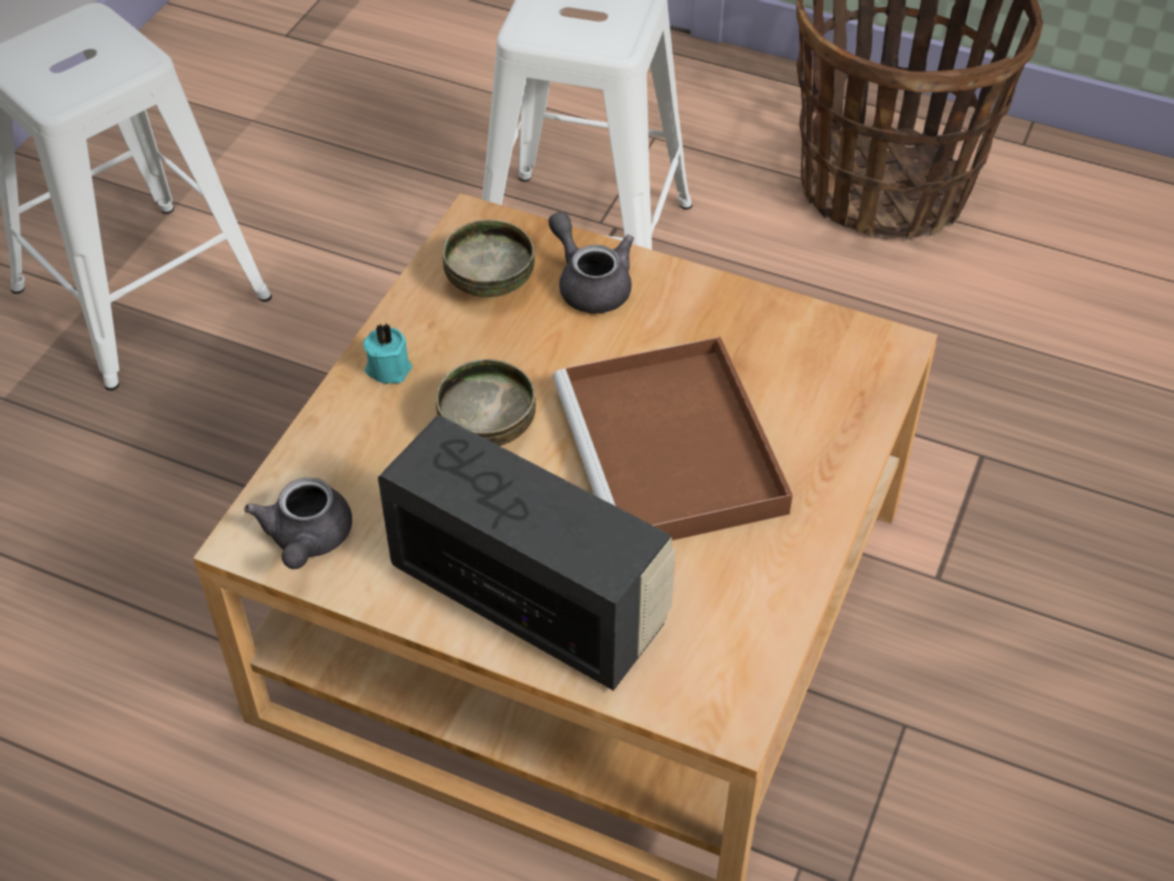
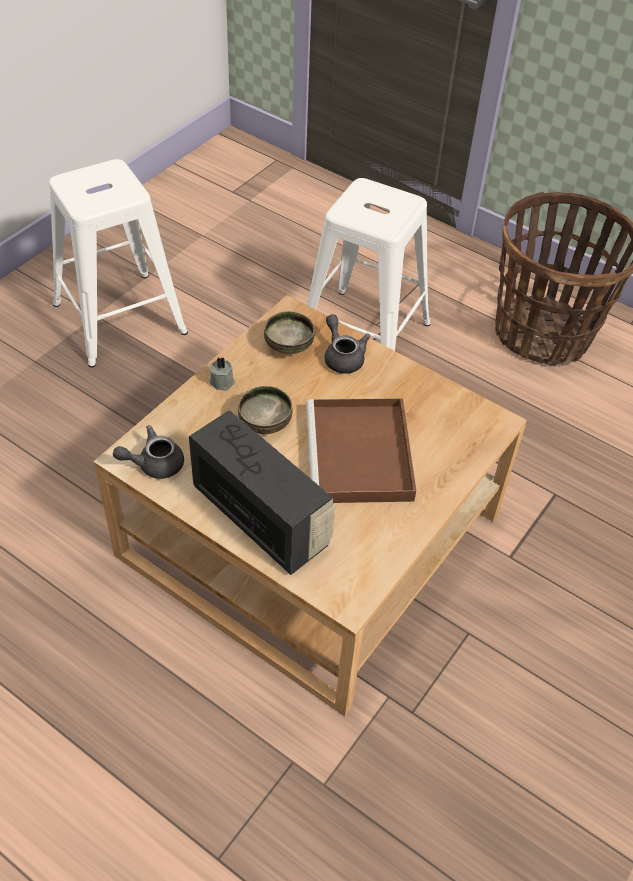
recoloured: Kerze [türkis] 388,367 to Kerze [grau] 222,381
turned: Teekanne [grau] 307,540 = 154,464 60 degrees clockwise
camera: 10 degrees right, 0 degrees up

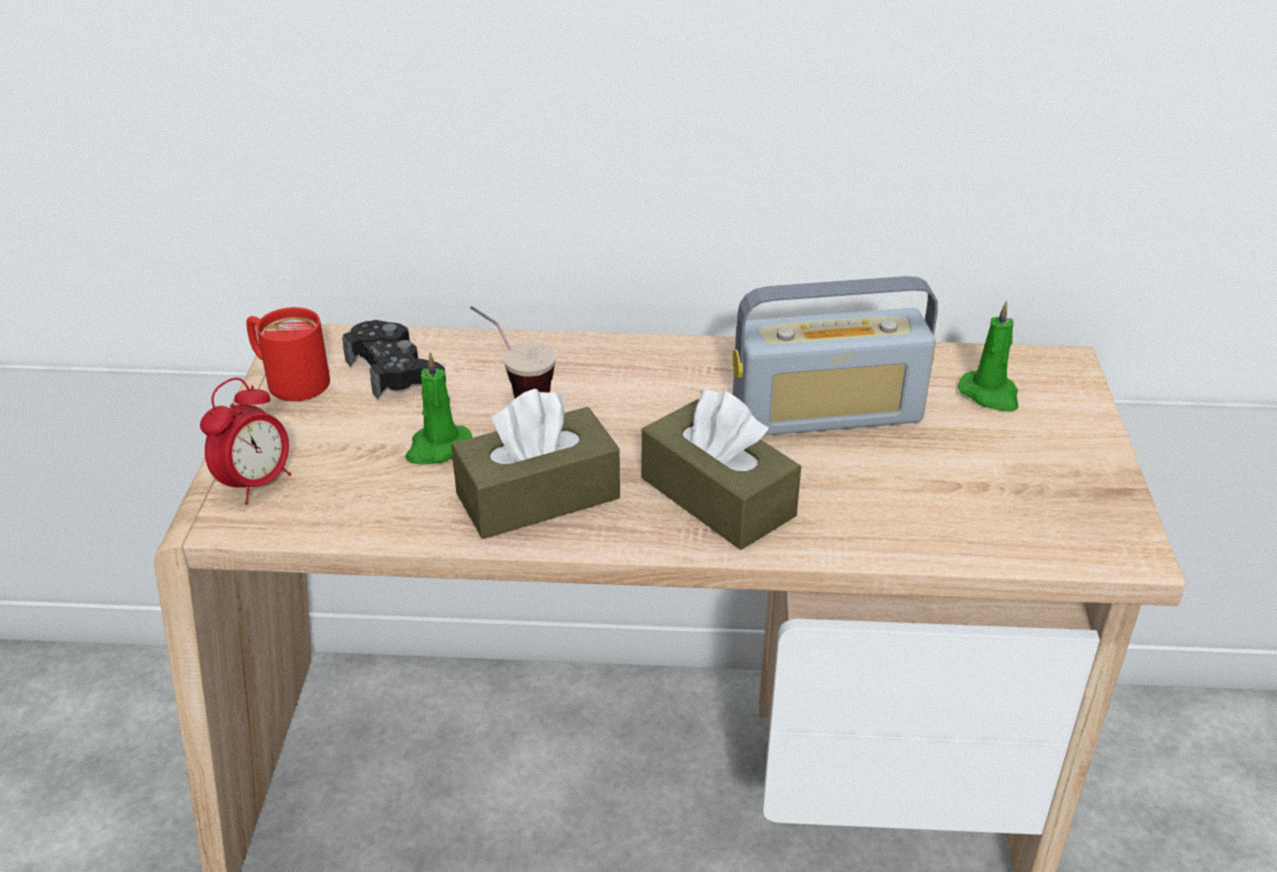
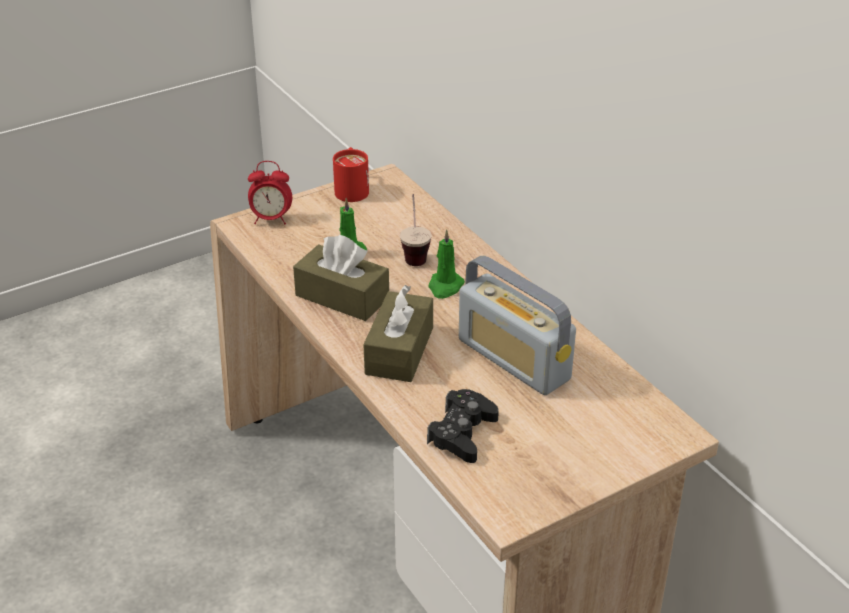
moved: Gamepad [schwarz] 394,370 to 462,433; Kerze [grün] 990,395 to 445,287
camera: 55 degrees right, 0 degrees up

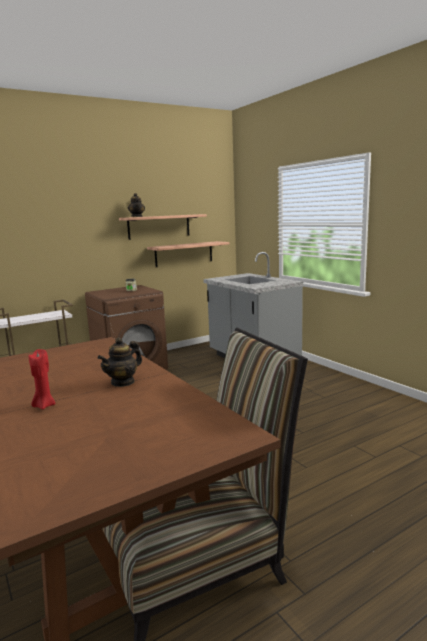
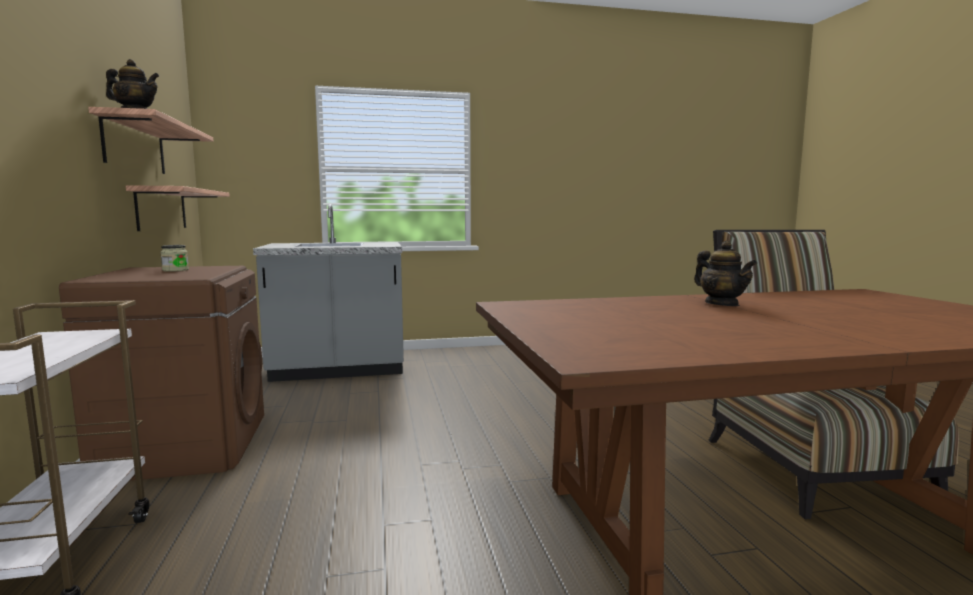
removed: Kerze [rot] 44,405
camera: 70 degrees left, 5 degrees down

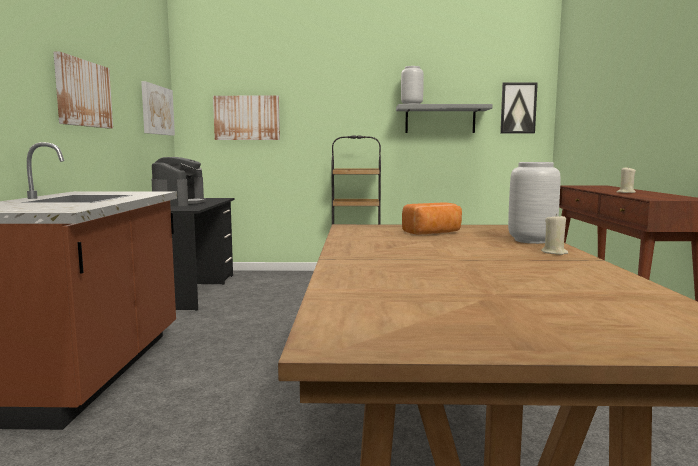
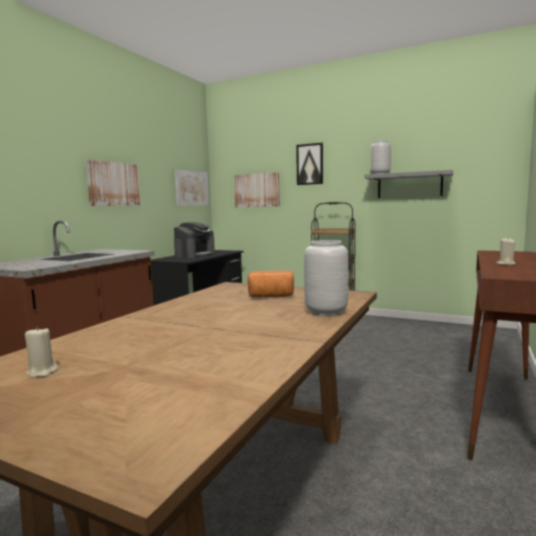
moved: Bild 518,108 to 310,164; Kerze [beige] 554,252 to 42,372
camera: 25 degrees right, 0 degrees up

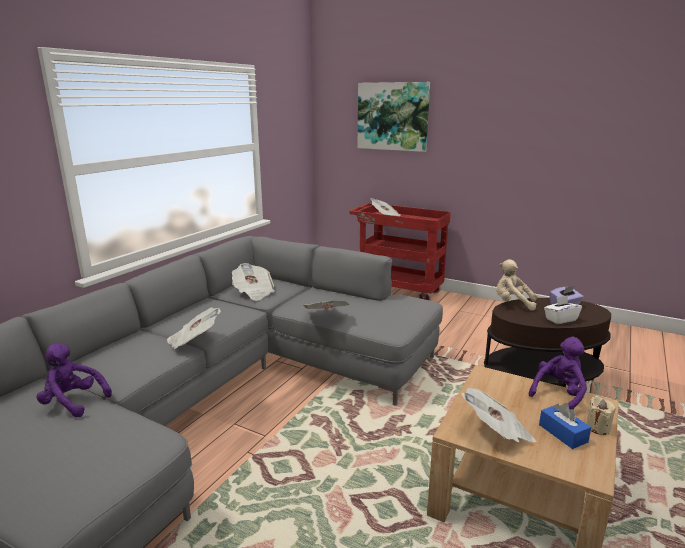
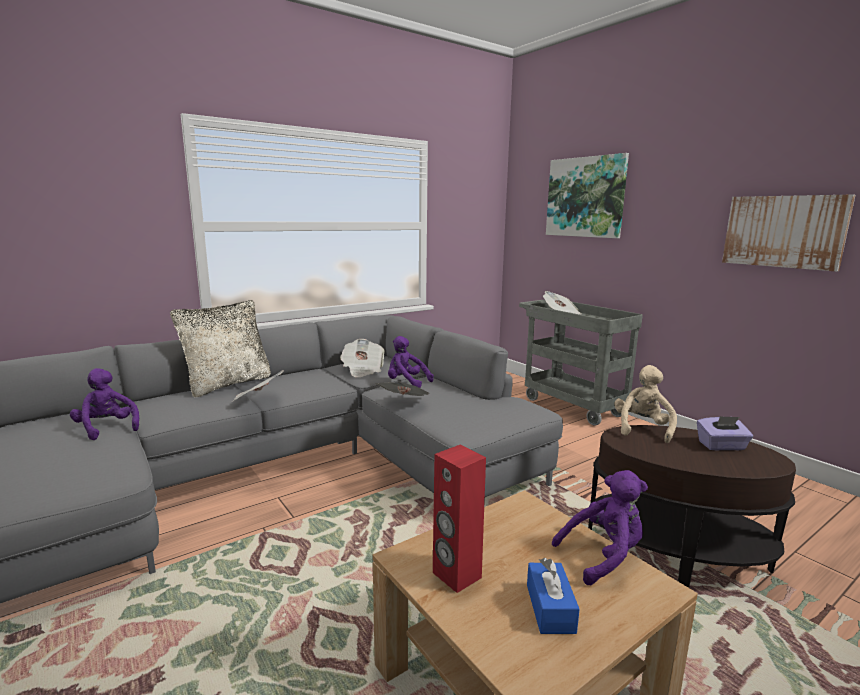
removed: Taschentuchbox [weiß] 560,319; Kerze [beige] 598,427
added: Kissen [beige] 229,385; Plüschtier [lila] 406,383; Bild 783,231
replaced: Zeitung 496,432 to Lautsprecher [rot] 456,575
recoloured: Rollwagen [rot] 396,291 to Rollwagen [grau] 569,406
turned: Plüschtier [beige] 512,303 = 642,428 60 degrees clockwise
camera: 25 degrees right, 5 degrees down

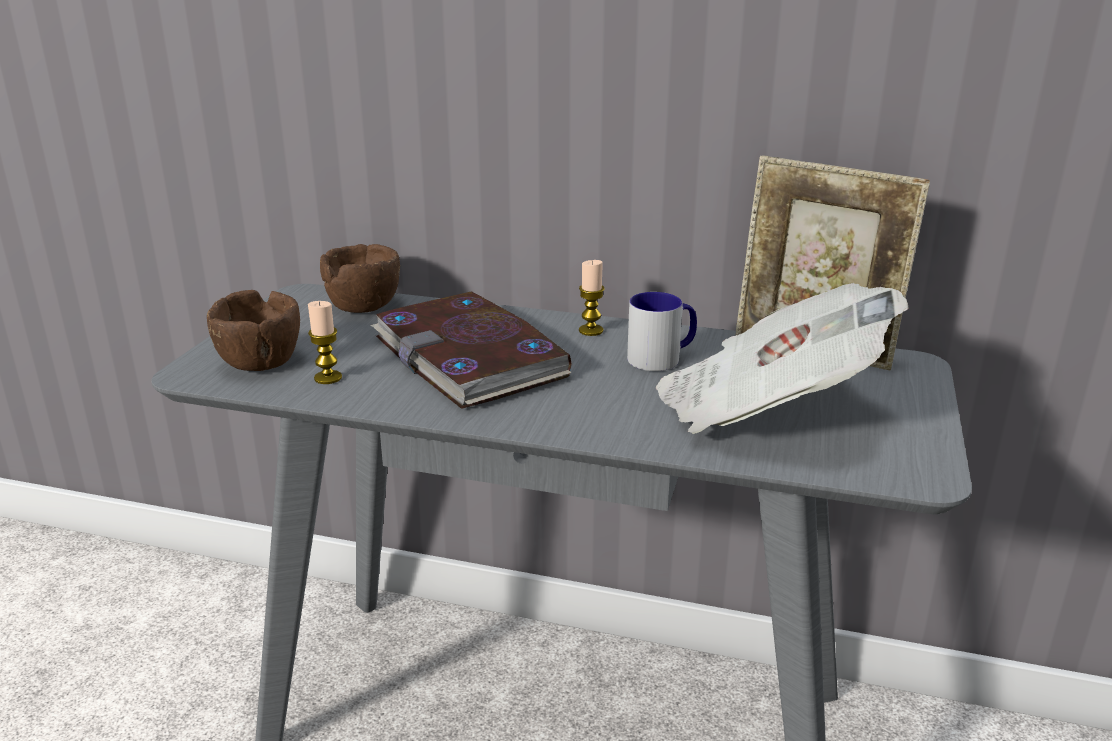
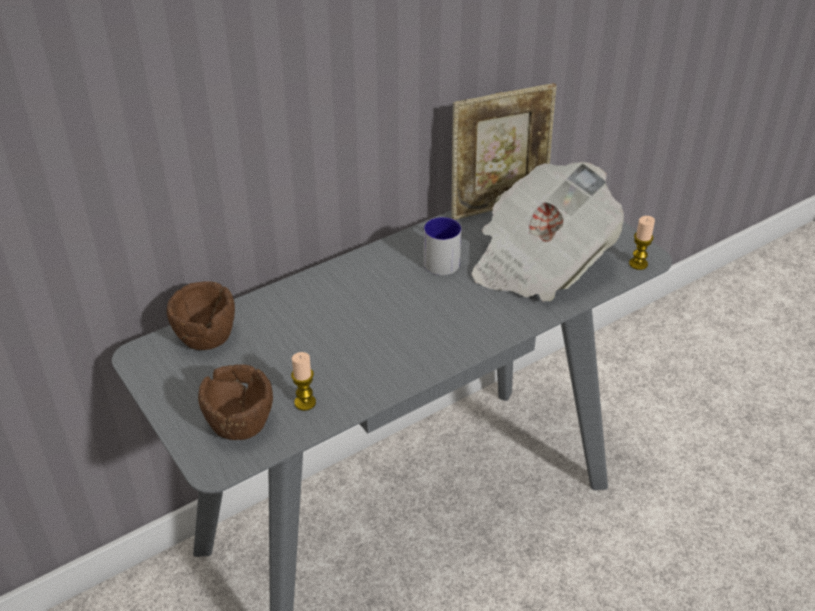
removed: Buch 470,357
moved: Kerze 591,330 to 638,264
camera: 50 degrees left, 15 degrees up

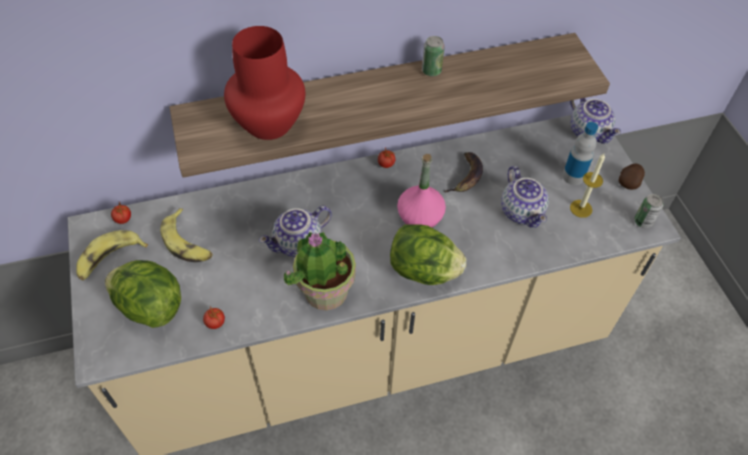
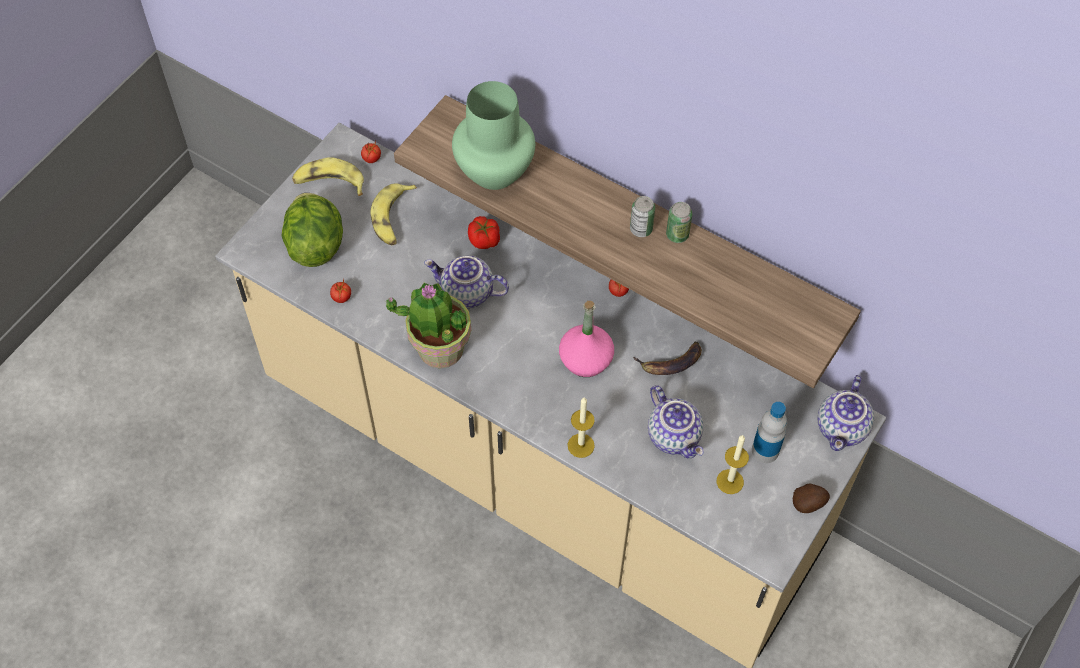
removed: Salatkopf 424,271
added: Tomate 484,240; Kerze 581,445
moved: Dose 643,222 to 641,229
recoloured: Vase [rot] 267,123 to Vase [grün] 493,170
turned: Teekanne 522,212 = 675,436 60 degrees counterclockwise
camera: 50 degrees right, 5 degrees up

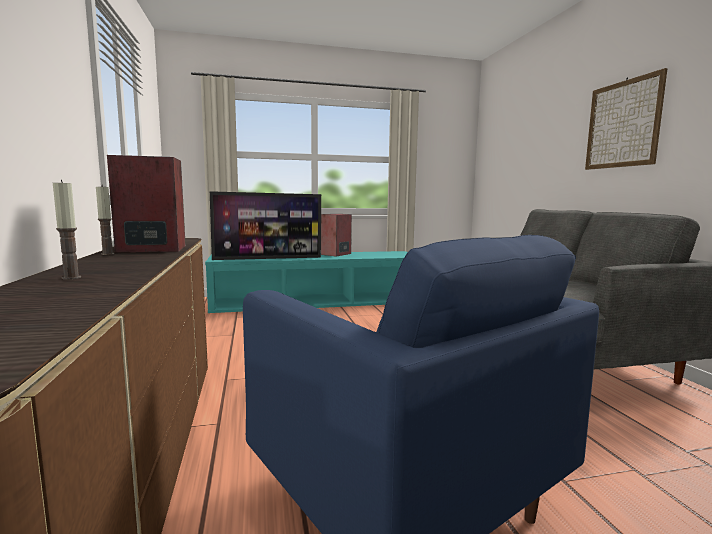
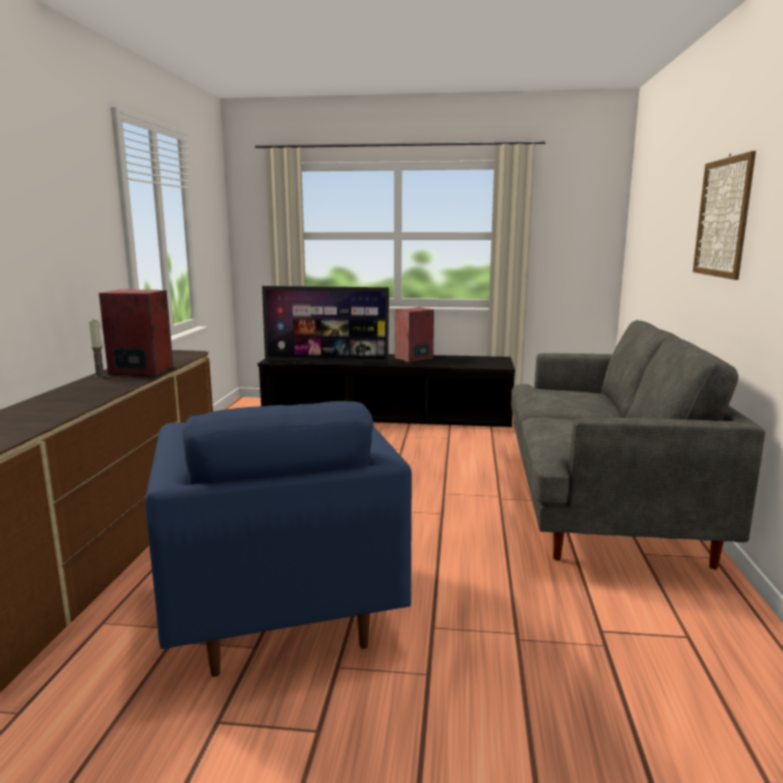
removed: Kerze 71,277
recoloured: Fernsehschrank [türkis] 316,301 to Fernsehschrank [schwarz] 387,414
camera: 20 degrees right, 5 degrees up

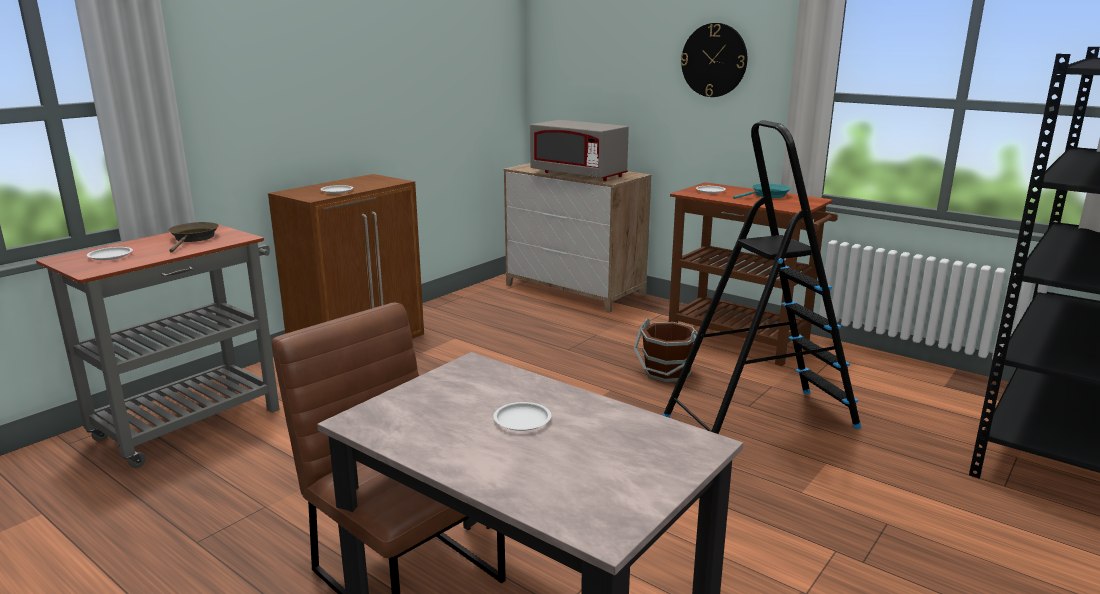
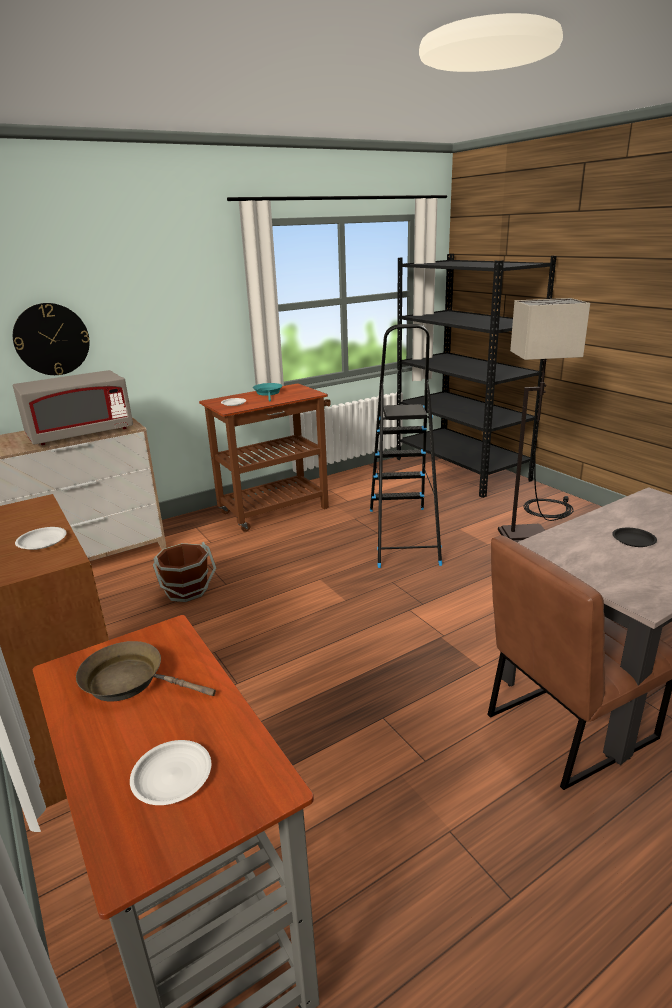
added: Stehlampe 538,522
moved: Eimer [braun] 667,372 to 187,590; Wanduhr 714,60 to 51,339
recoloured: Teller [weiß] 522,420 to Teller [schwarz] 634,540
camera: 70 degrees left, 5 degrees up

